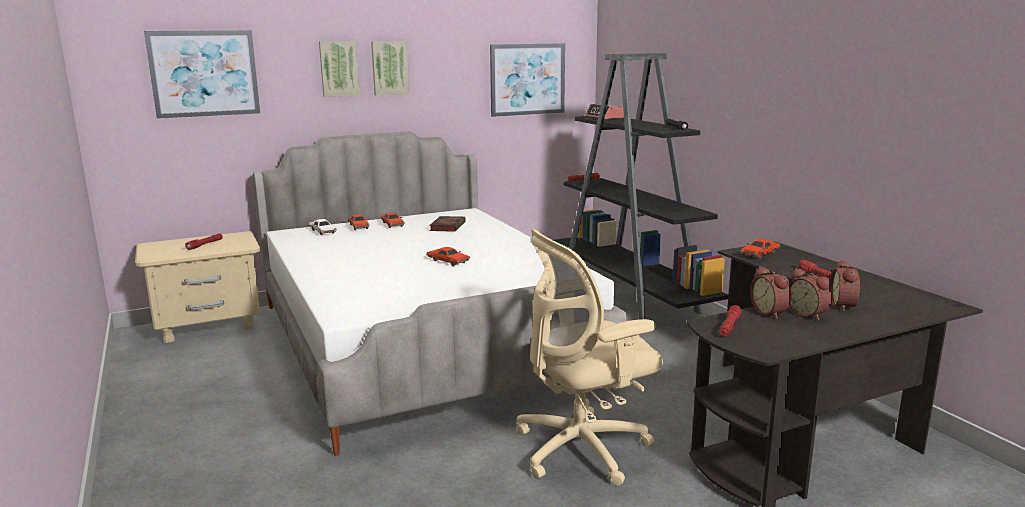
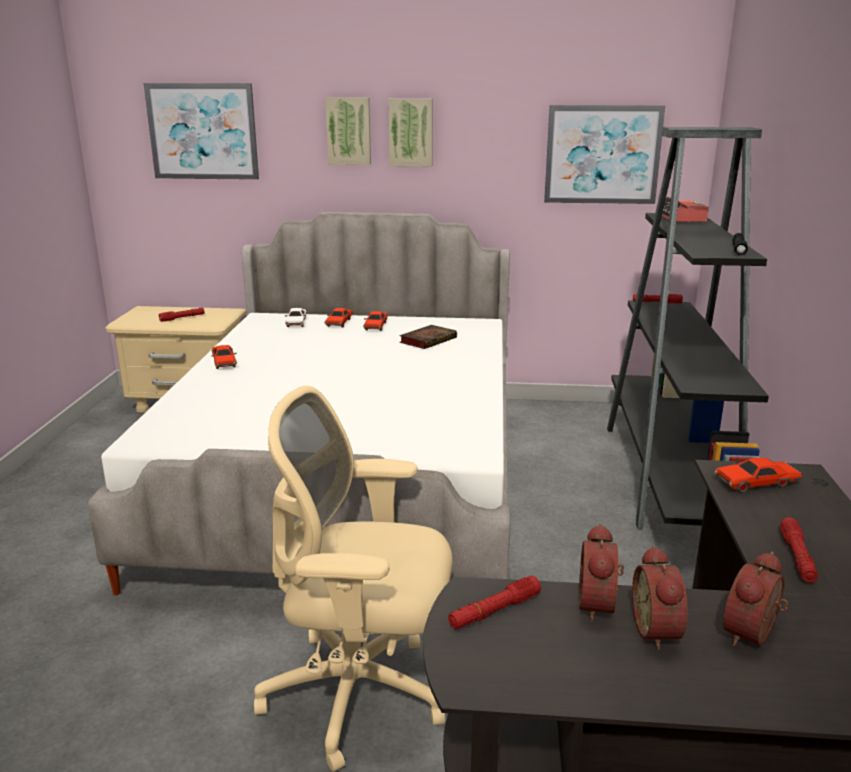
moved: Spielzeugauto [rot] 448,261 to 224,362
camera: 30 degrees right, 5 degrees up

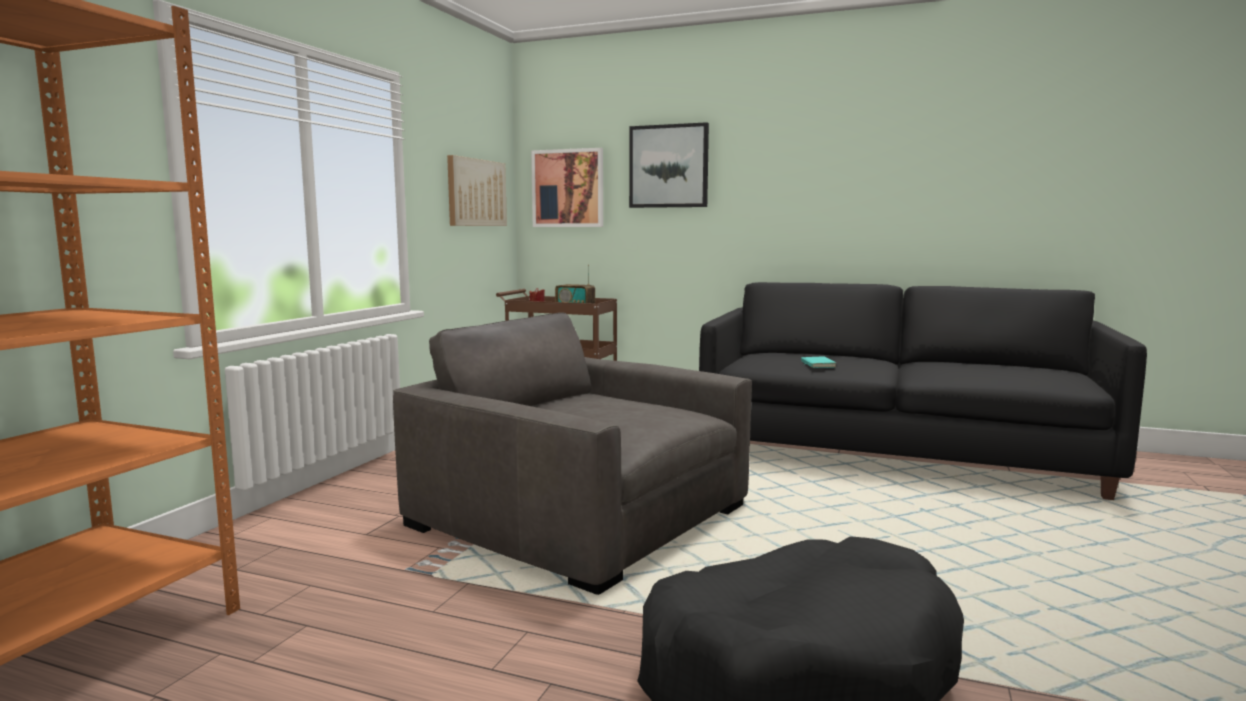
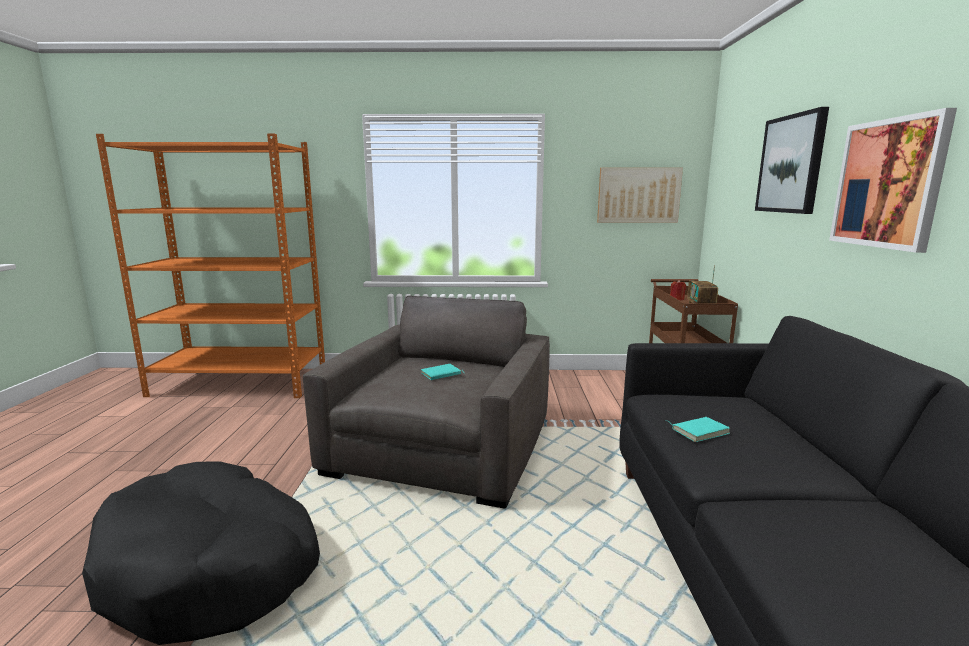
added: Buch [türkis] 441,374
moved: Bild 568,188 to 888,183
camera: 70 degrees right, 5 degrees up

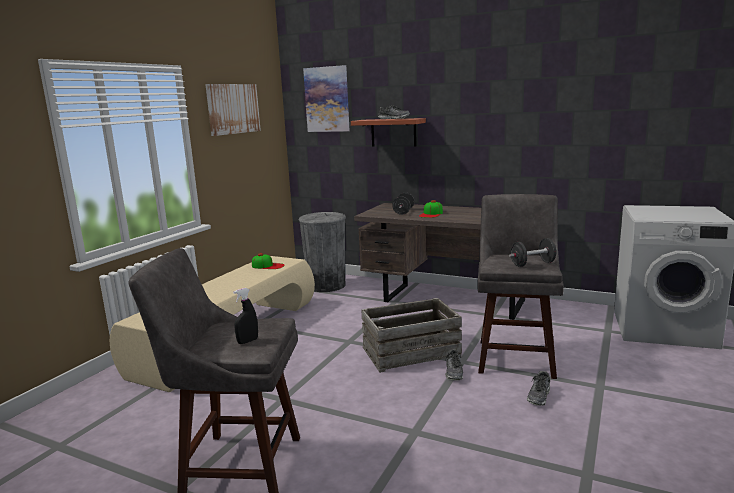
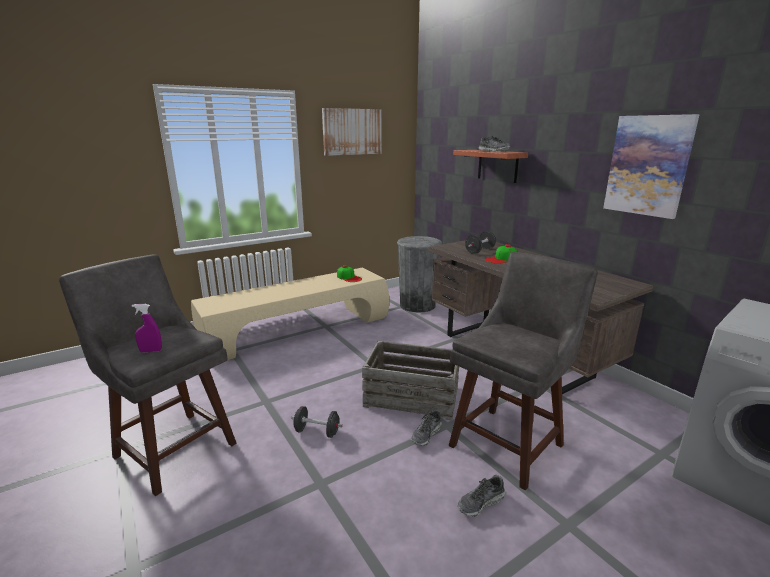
moved: Bild 327,99 to 648,165; Hantel [schwarz] 532,264 to 317,432
recoloured: Sprühflasche [schwarz] 247,341 to Sprühflasche [lila] 151,351
camera: 30 degrees right, 5 degrees up

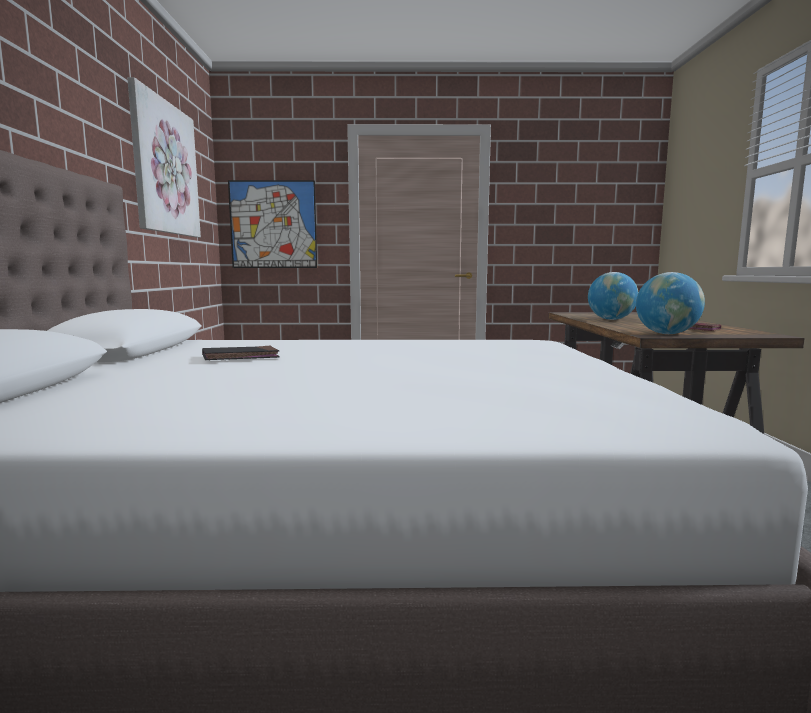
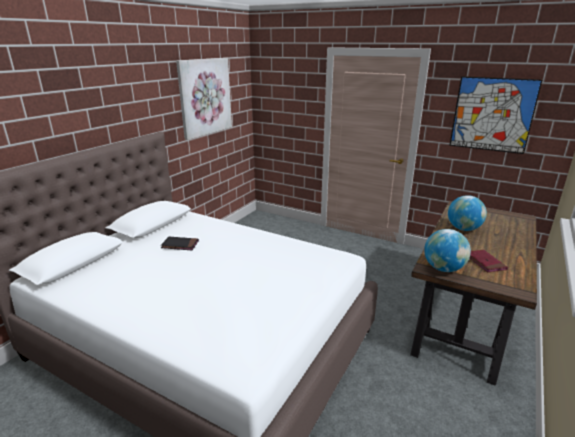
moved: Bild 273,224 to 492,114
camera: 30 degrees right, 15 degrees up

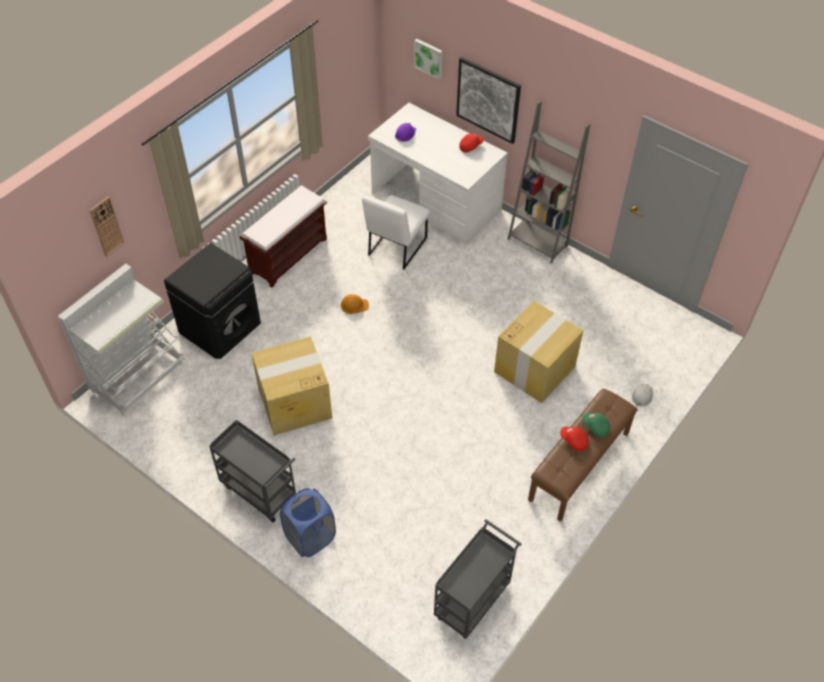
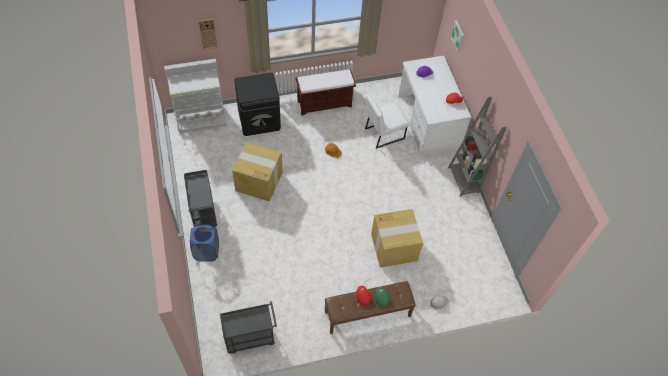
removed: Bild 488,100
camera: 35 degrees right, 5 degrees up

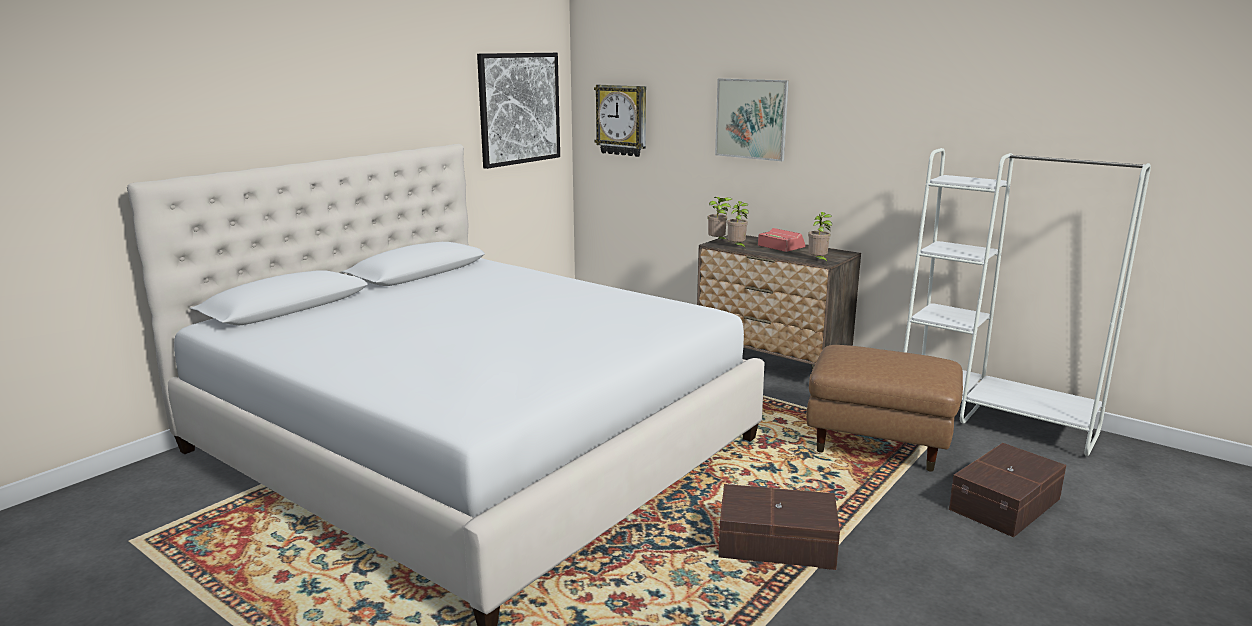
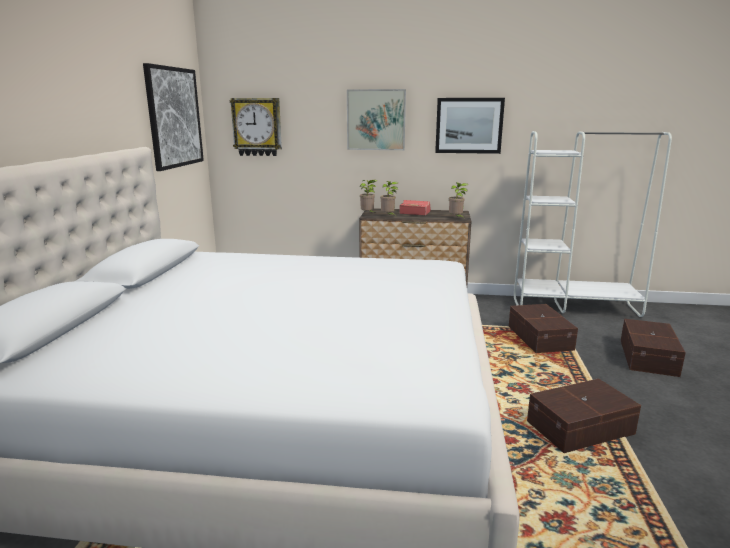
added: Bild 469,125
replaced: Polsterhocker [braun] 880,444 to Aufbewahrungsbox [braun] 540,337
camera: 30 degrees left, 0 degrees up

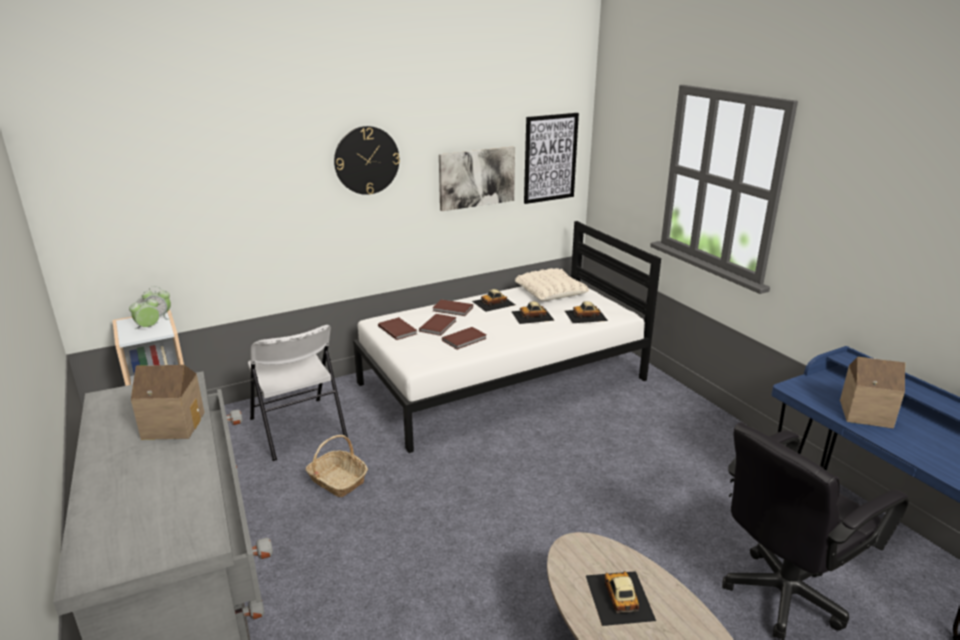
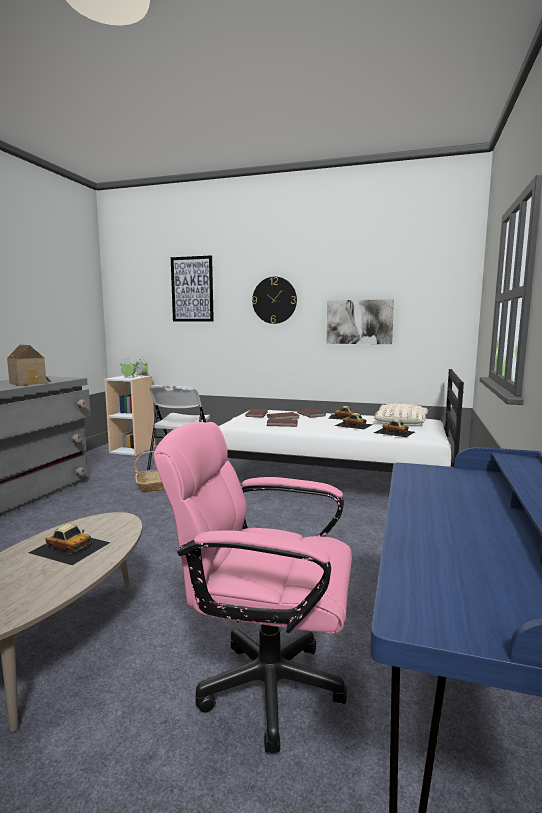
removed: Spielzeughaus 864,412
moved: Bild 550,158 to 192,289
recoloured: Bürostuhl [schwarz] 779,600 to Bürostuhl [rosa] 262,690
turned: Spielzeugauto 619,597 = 70,547 75 degrees clockwise
camera: 45 degrees right, 15 degrees down

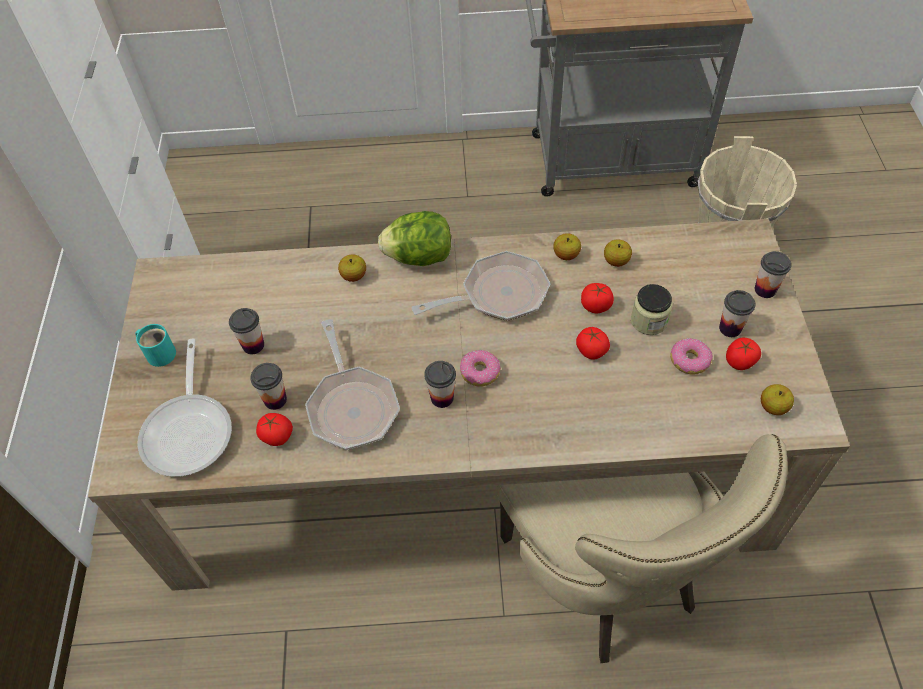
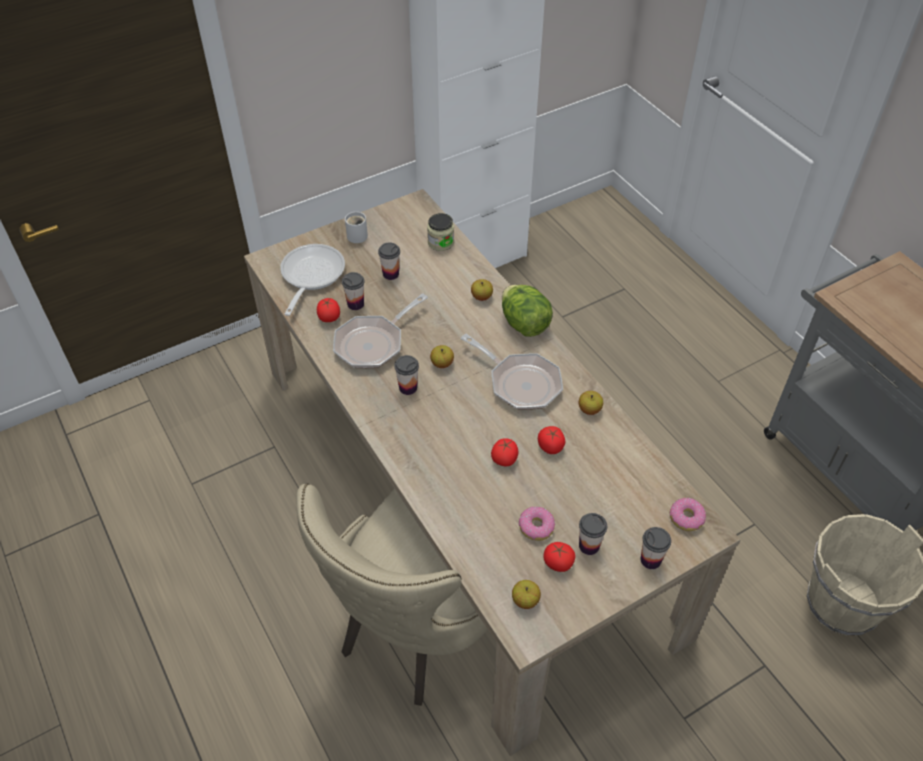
moved: Donut 480,372 to 686,518; Apfel 616,261 to 442,363; Vorratsglas 649,321 to 441,242
recoloured: Henkelbecher [türkis] 160,352 to Henkelbecher [weiß] 358,235
turned: Pfanne 190,430 = 310,276 135 degrees clockwise
camera: 60 degrees right, 5 degrees down

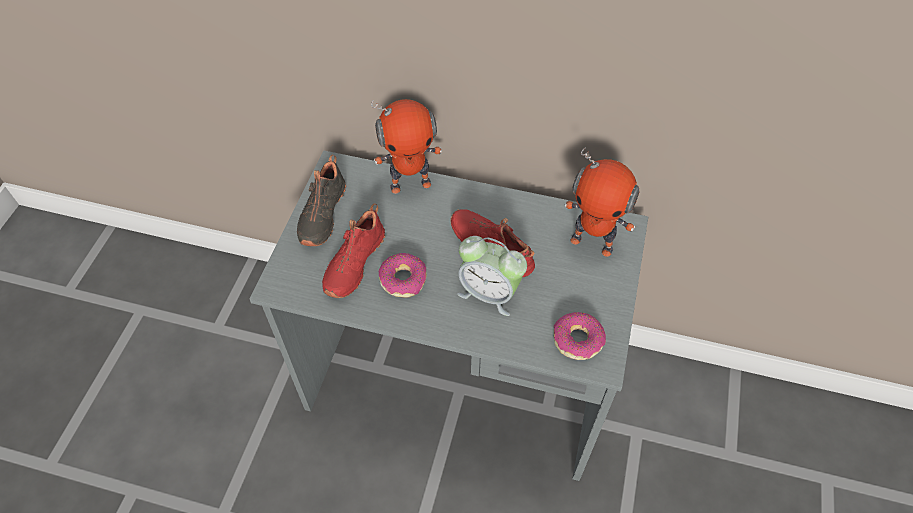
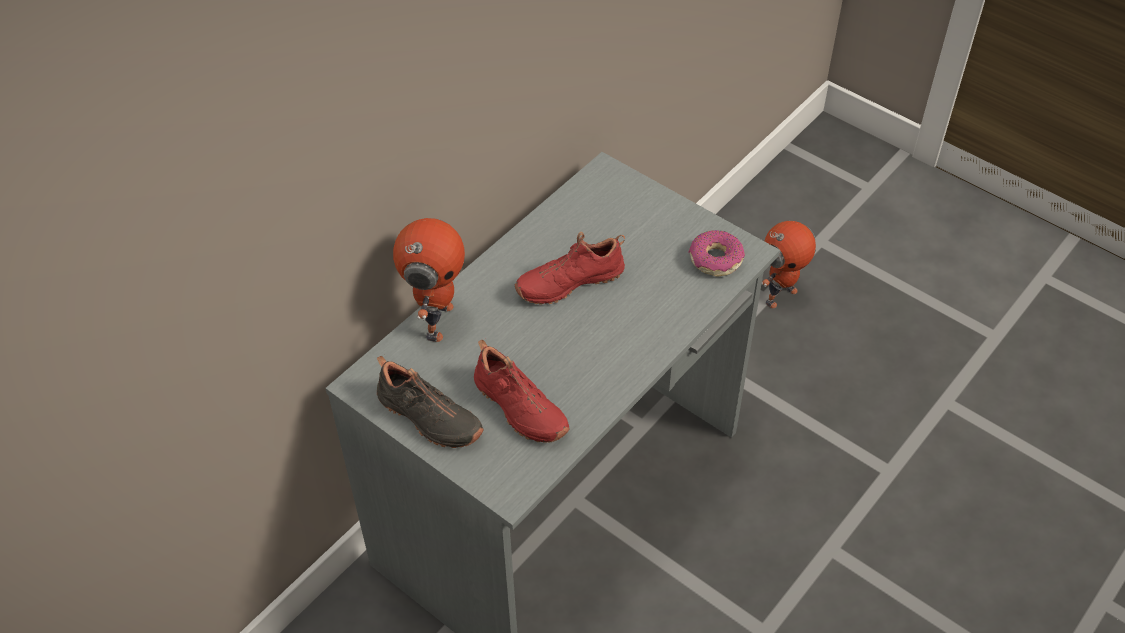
removed: Donut 403,279; Wecker 489,293
moved: Spielzeugroboter 592,243 to 780,295
camera: 65 degrees left, 5 degrees down

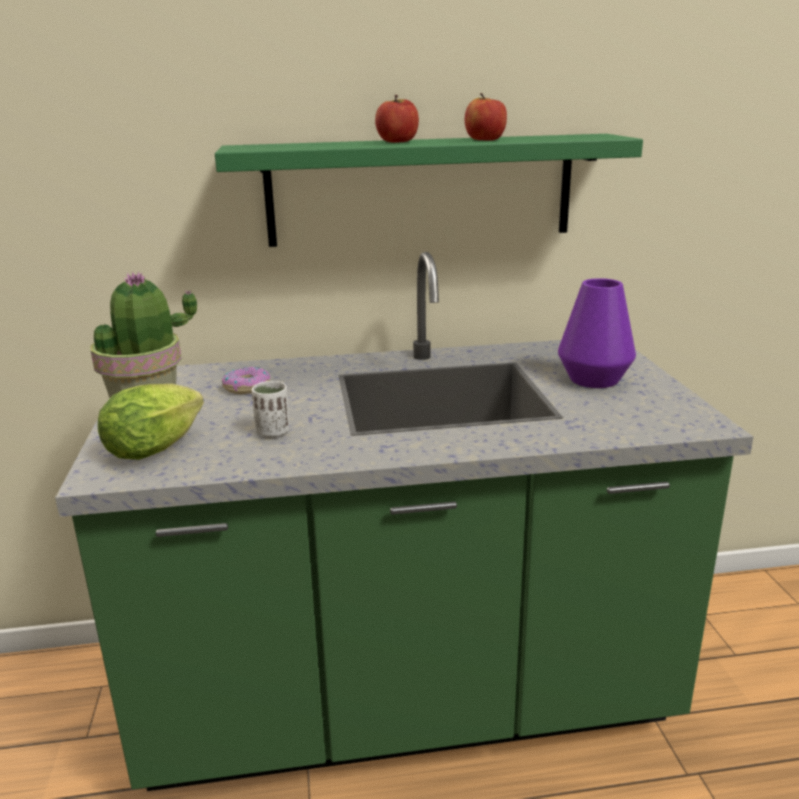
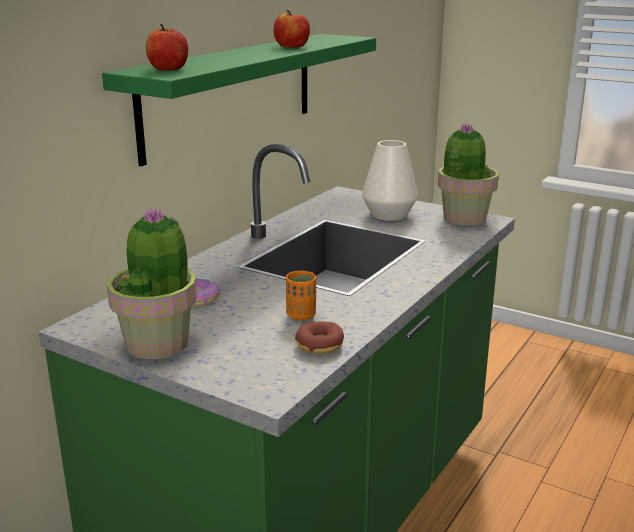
removed: Salatkopf 160,447
added: Donut 319,345; Topfpflanze 464,218
moved: Apfel 397,141 to 168,69
recoloured: Tasse [weiß] 273,432 to Tasse [orange] 301,315; Vase [lila] 593,379 to Vase [weiß] 388,215
camera: 50 degrees left, 0 degrees up

